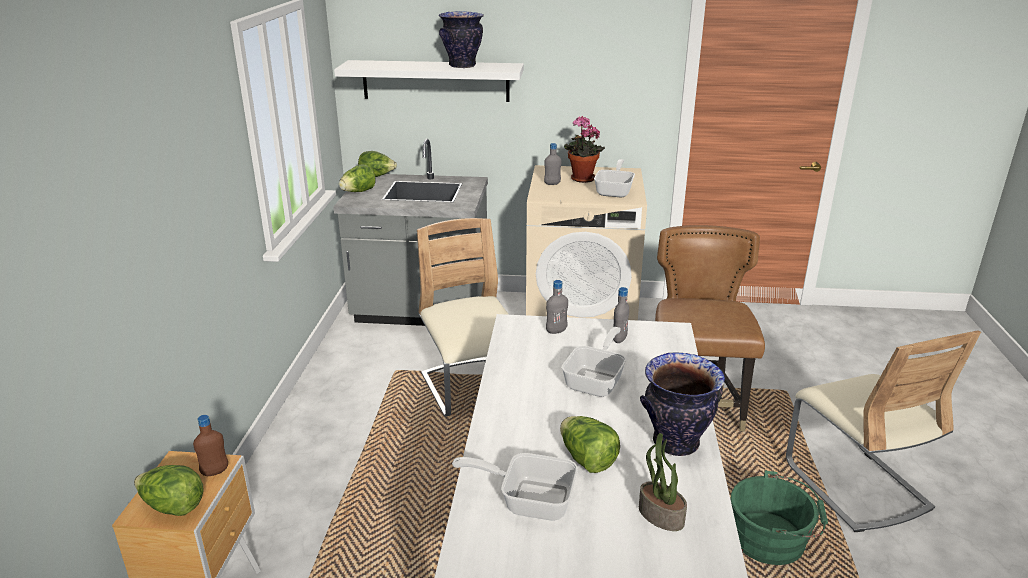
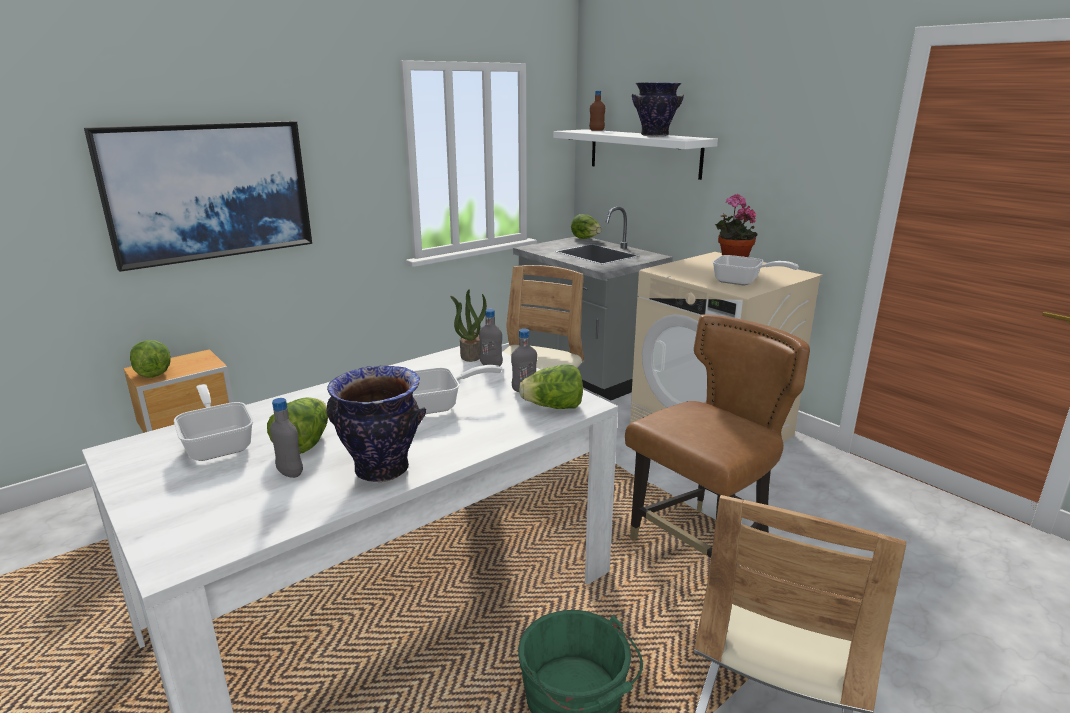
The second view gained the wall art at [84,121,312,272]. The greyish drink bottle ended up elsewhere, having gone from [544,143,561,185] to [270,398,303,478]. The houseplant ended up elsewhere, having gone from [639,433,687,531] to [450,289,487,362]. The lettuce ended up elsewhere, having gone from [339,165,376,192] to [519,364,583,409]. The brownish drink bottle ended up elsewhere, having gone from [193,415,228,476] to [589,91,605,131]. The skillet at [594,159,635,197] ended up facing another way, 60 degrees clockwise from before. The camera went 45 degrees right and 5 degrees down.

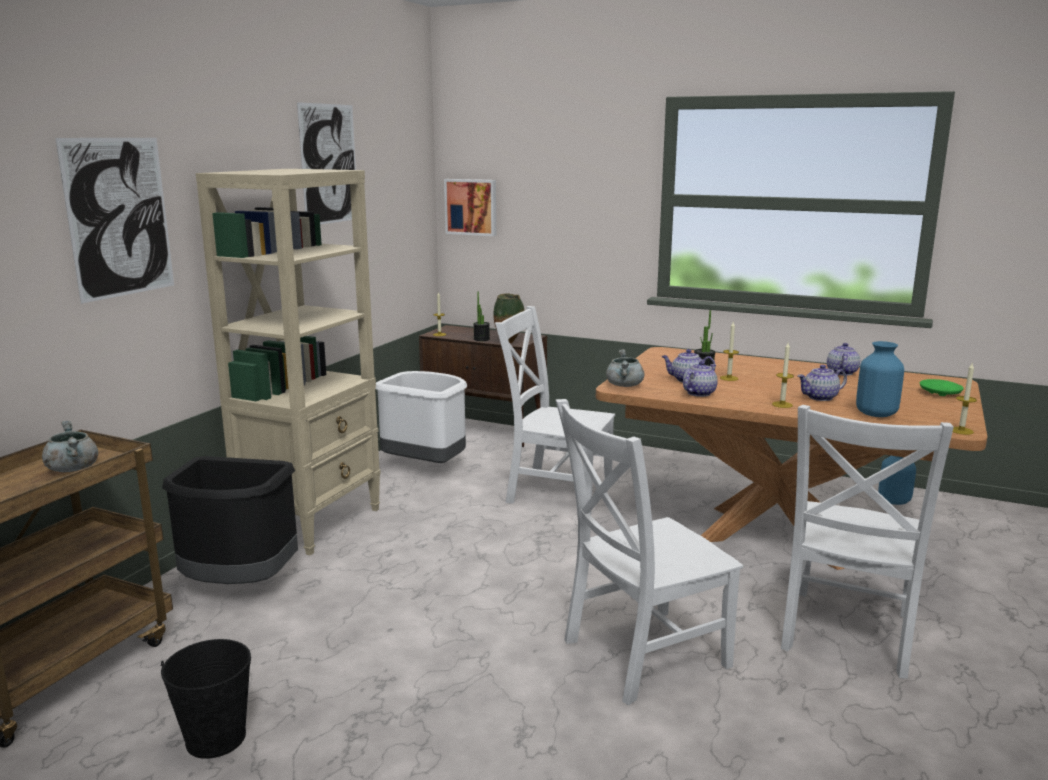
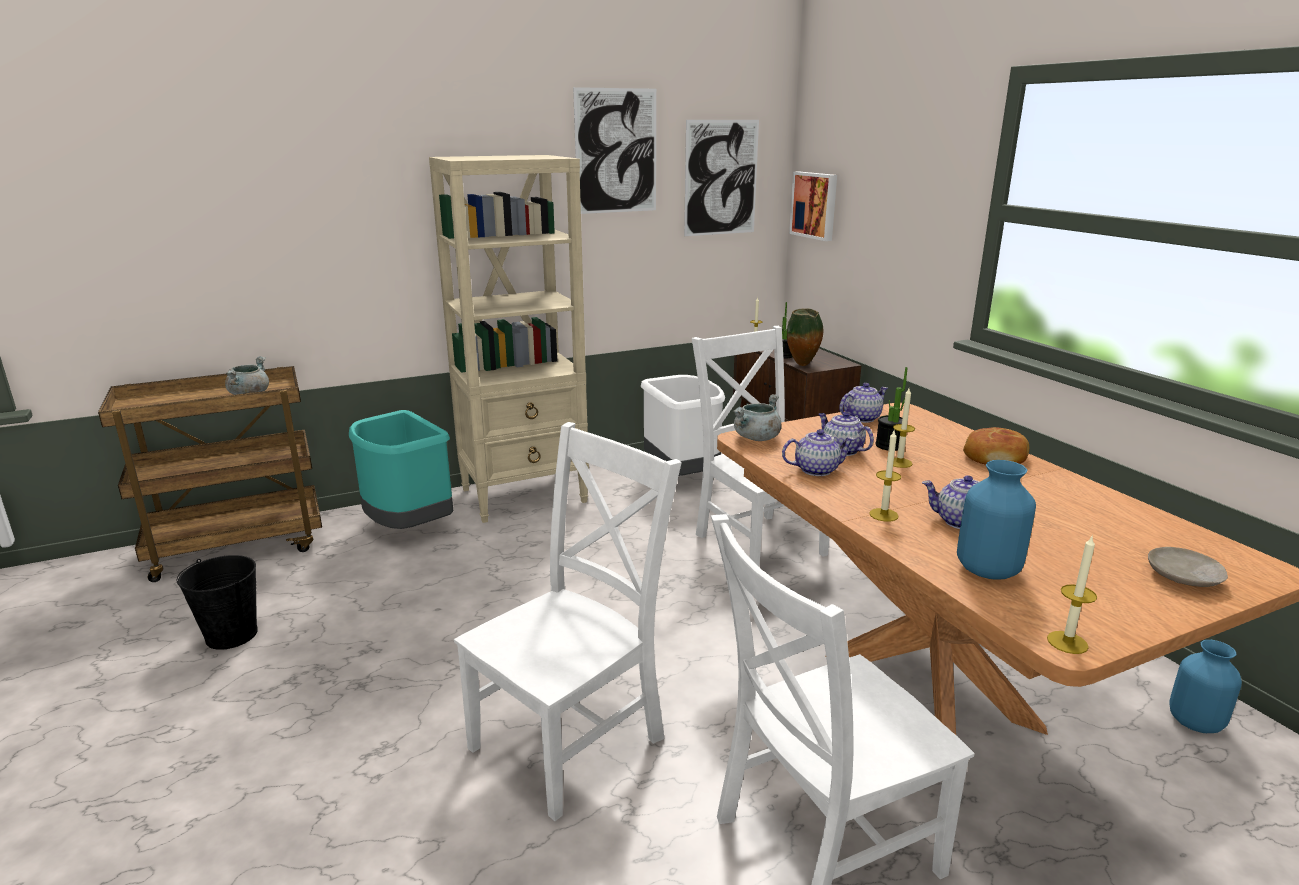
What was the blackish rubbish bin at [162,456,298,584] turned into the turquoise rubbish bin at [349,410,453,529]. The white plain chair at [556,399,743,705] ended up facing another way, 120 degrees clockwise from before. The wall art ended up elsewhere, having gone from [55,138,174,304] to [684,120,759,236]. The pot for tea ended up elsewhere, having gone from [827,343,860,375] to [839,383,888,423]. The second view gained the bread at [963,427,1029,464]. What was the greenish flat dish at [920,379,964,396] turned into the beige flat dish at [1148,547,1228,587]. The camera went 40 degrees right and 5 degrees up.

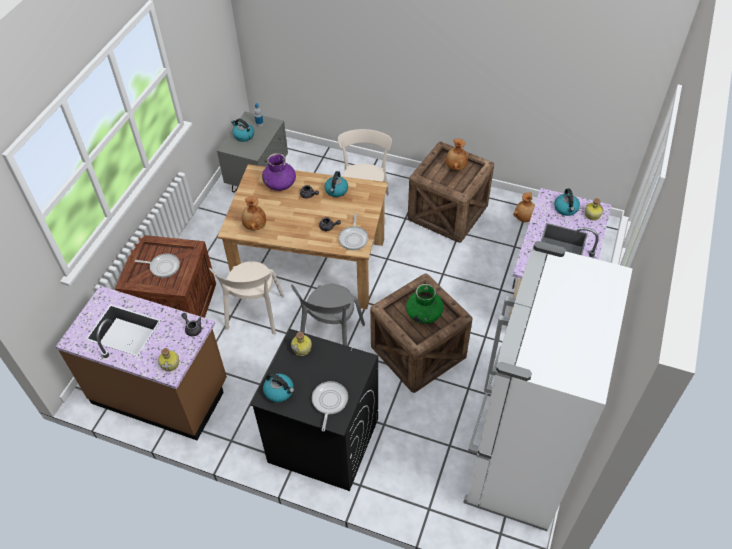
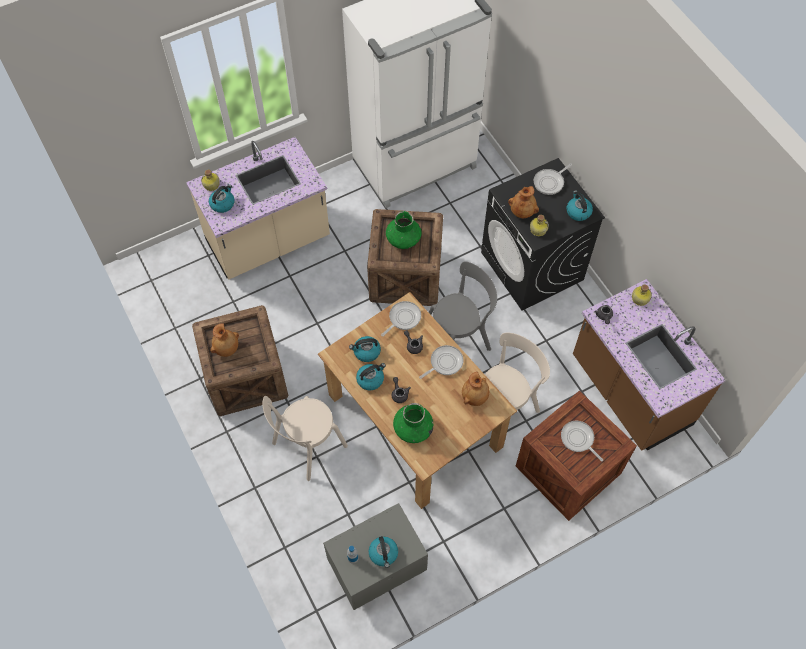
The second view gained the kettle at [349,336,381,362]. What was the purplish decorative vase at [262,153,296,191] turned into the greenish decorative vase at [393,403,433,443]. The second view gained the skillet at [419,345,463,379]. The brownish decorative vase ended up elsewhere, having gone from [513,192,535,222] to [508,186,539,218]. The camera went 140 degrees left and 10 degrees up.

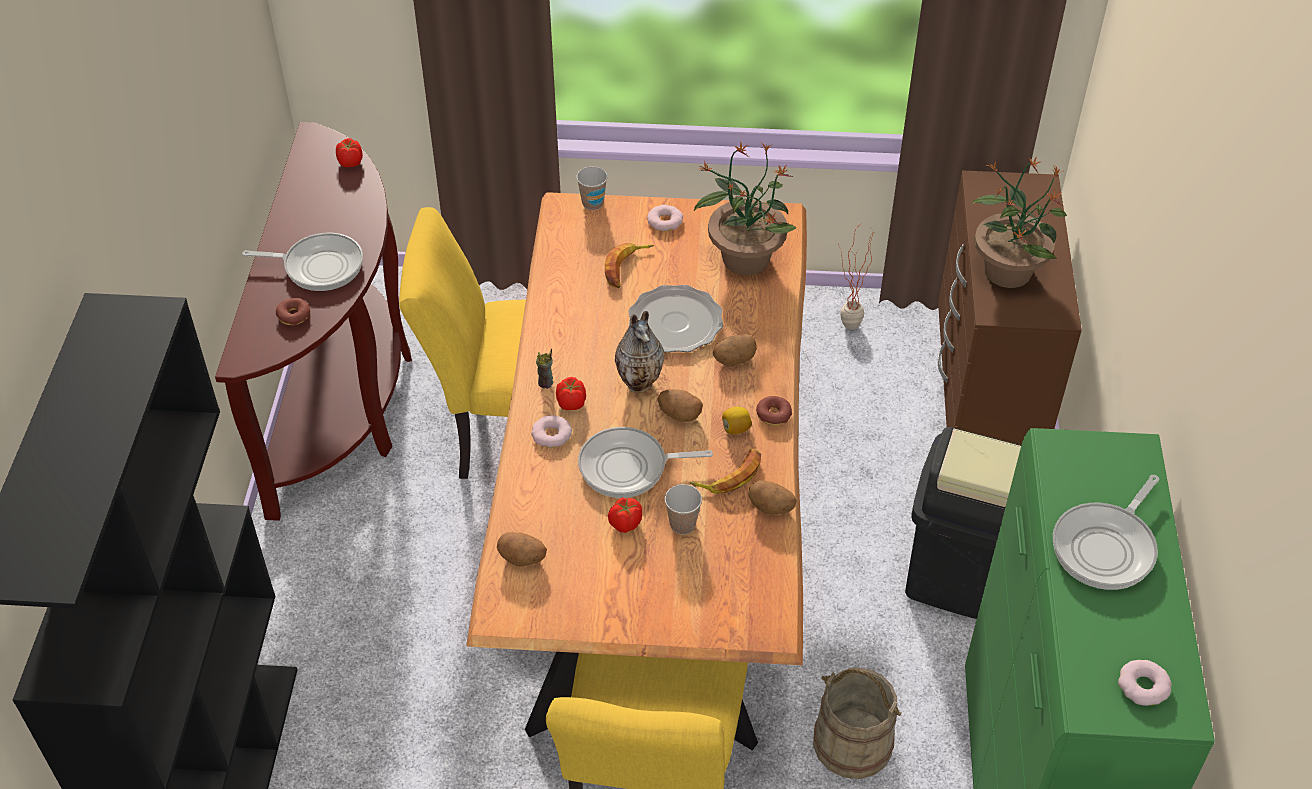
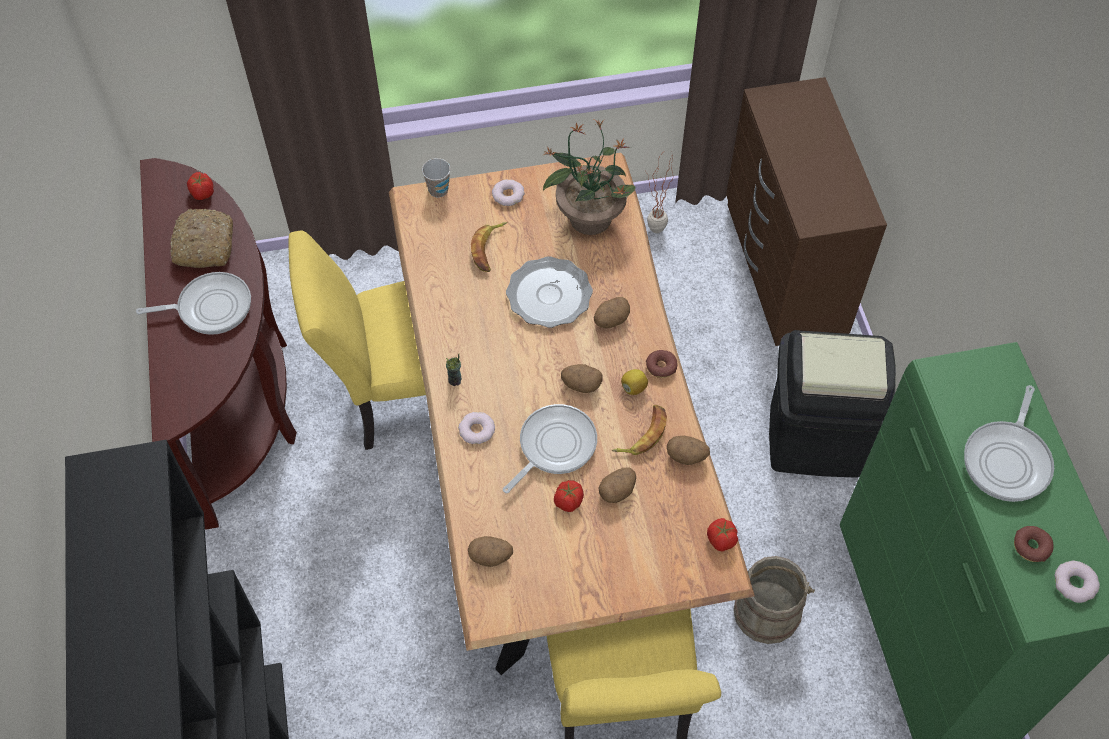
The second view gained the bread at [170,209,233,268]. The skillet at [578,427,713,498] ended up facing another way, 150 degrees clockwise from before. Where the small cup stood at [665,484,702,535], the spud came to stand at [599,467,636,503]. The fresh tomato ended up elsewhere, having gone from [556,377,586,410] to [707,518,738,552]. The ring doughnut ended up elsewhere, having gone from [276,298,310,326] to [1014,526,1054,562]. The second view lost the decorative vase at [615,311,664,393]. The second view lost the houseplant at [972,157,1067,288]. The camera went 15 degrees left and 10 degrees up.

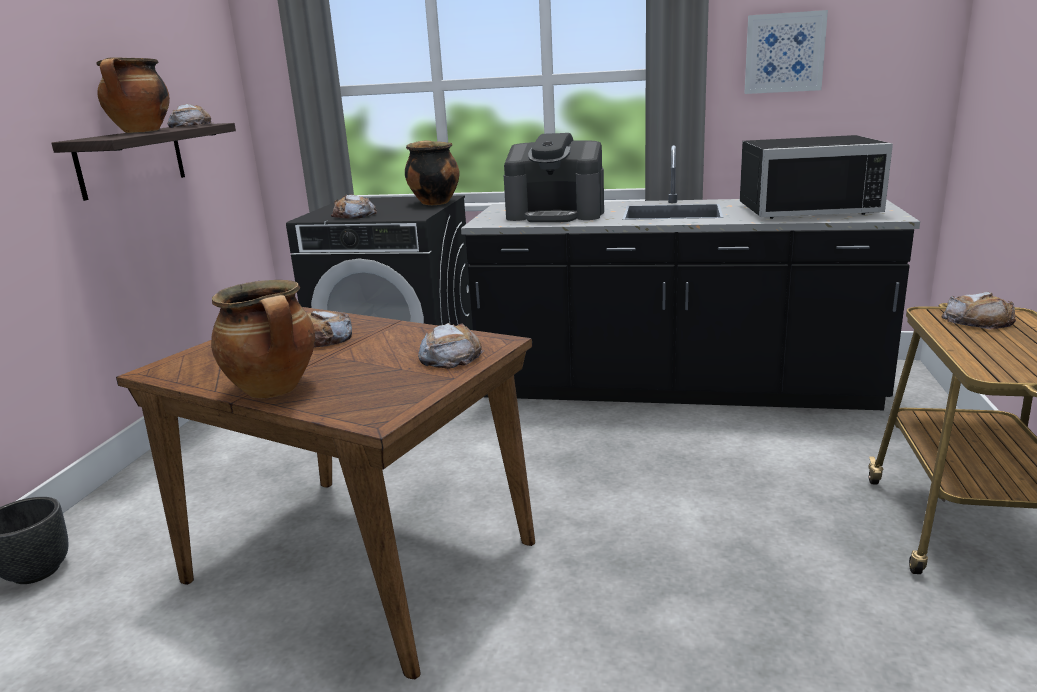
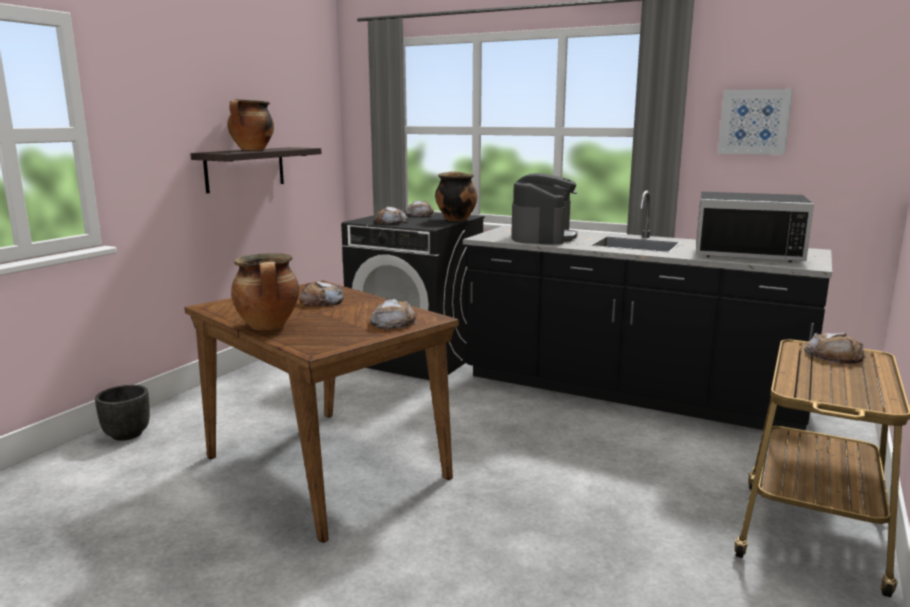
The bread ended up elsewhere, having gone from [167,104,213,128] to [405,200,434,217]. The coffee brewer at [504,133,604,222] ended up facing another way, 105 degrees counterclockwise from before. The camera went 15 degrees right and 5 degrees down.

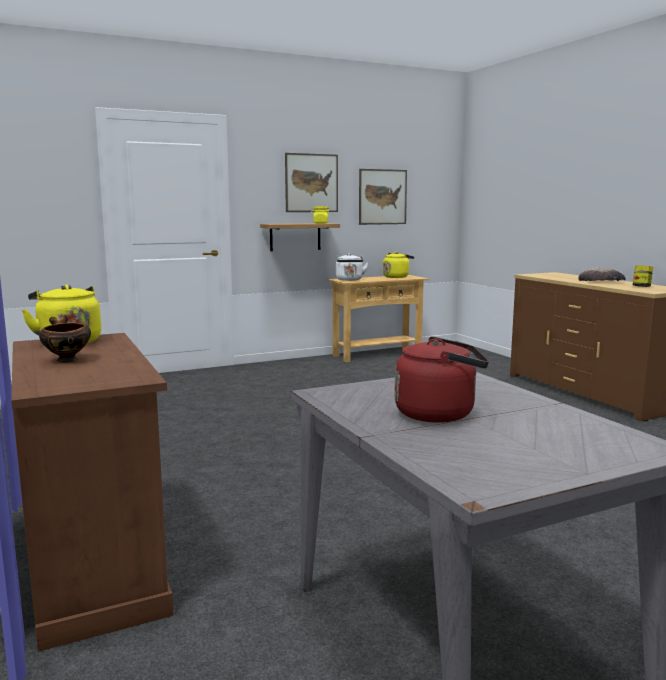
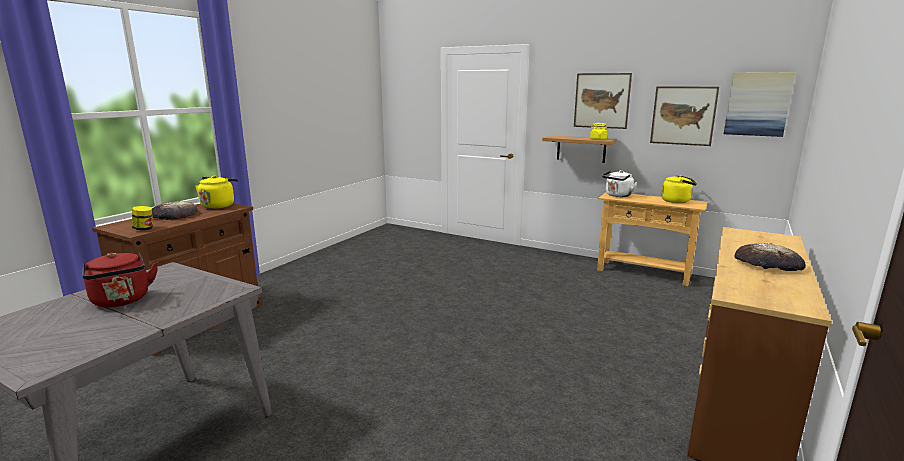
The jar ended up elsewhere, having gone from [633,265,653,287] to [132,206,152,230]. Where the bowl stood at [39,315,91,363], the bread came to stand at [152,201,198,220]. The second view gained the wall art at [724,72,795,137]. The camera went 55 degrees right and 5 degrees up.

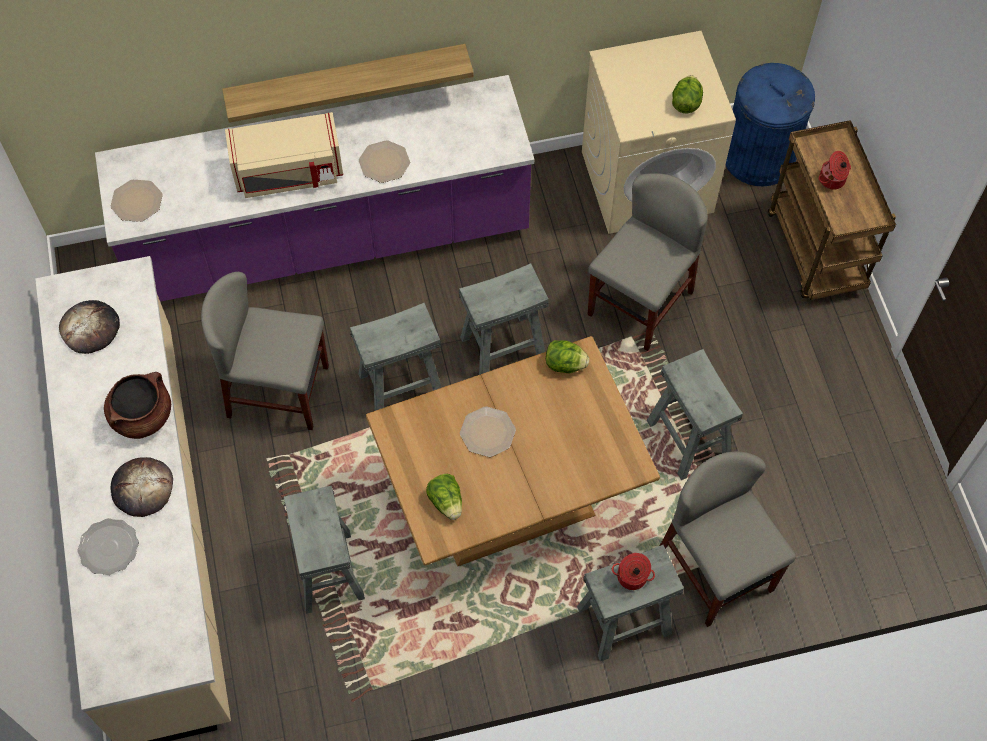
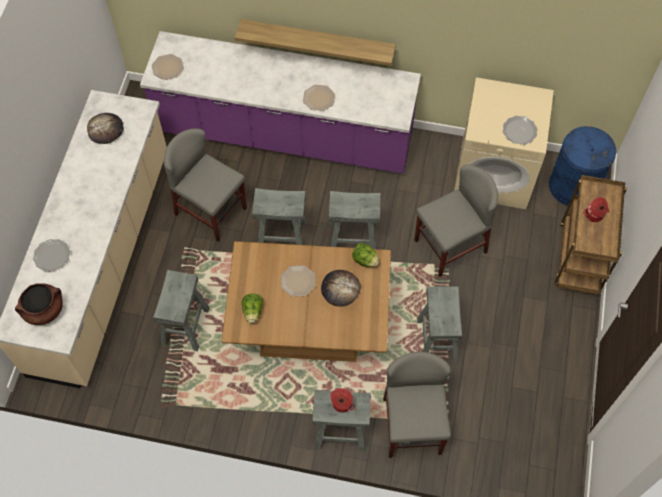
The brownish cooking pot ended up elsewhere, having gone from [104,372,171,439] to [15,283,63,325]. The bread ended up elsewhere, having gone from [111,457,173,517] to [321,270,361,306]. Where the lettuce stood at [672,75,703,114], the flat dish came to stand at [503,116,537,145]. The second view lost the beige microwave at [225,112,343,198]. The camera went 25 degrees right and 0 degrees up.

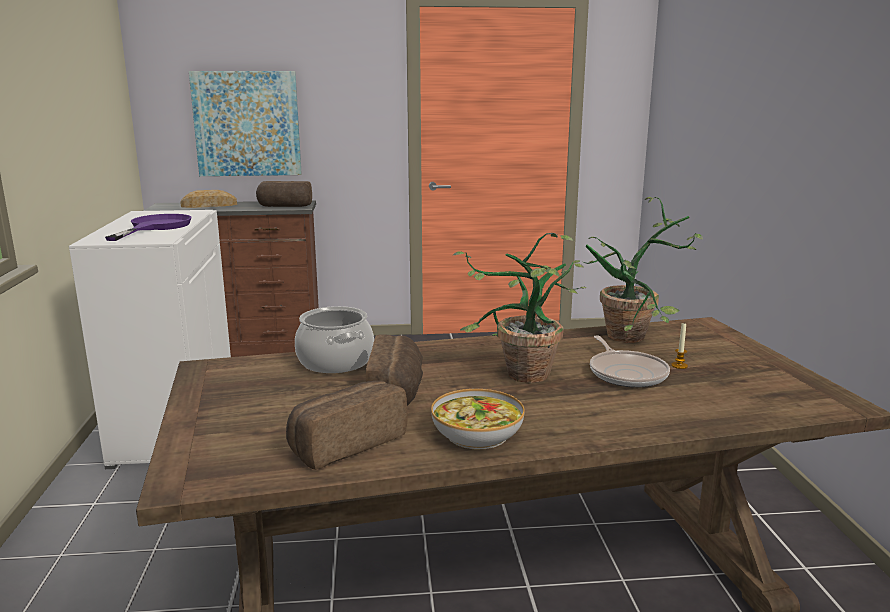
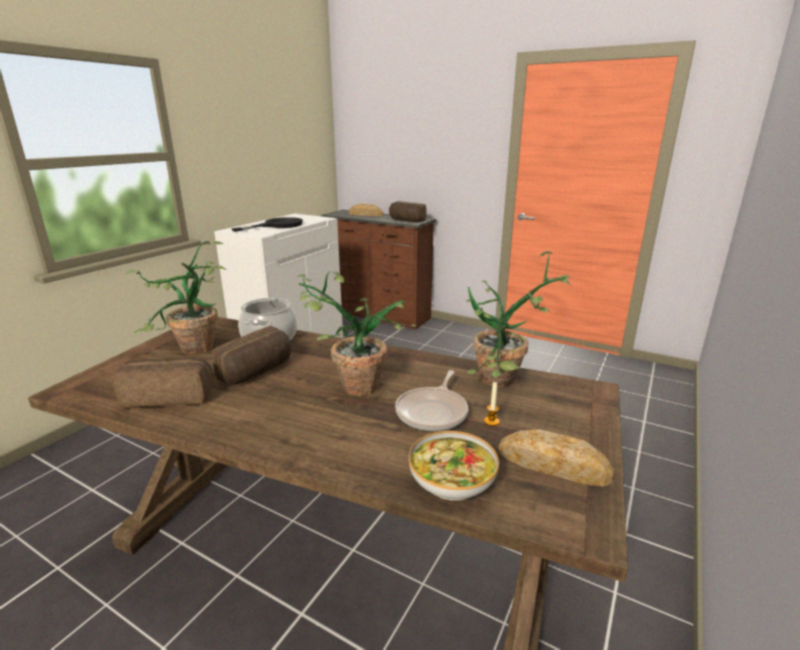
The second view gained the houseplant at [125,241,226,354]. What was the purplish skillet at [105,214,192,241] turned into the blackish skillet at [231,217,303,232]. The bowl ended up elsewhere, having gone from [431,389,525,449] to [409,431,499,501]. The second view gained the bread at [498,429,614,487]. The second view lost the wall art at [189,71,302,176]. The camera went 35 degrees right and 5 degrees up.

